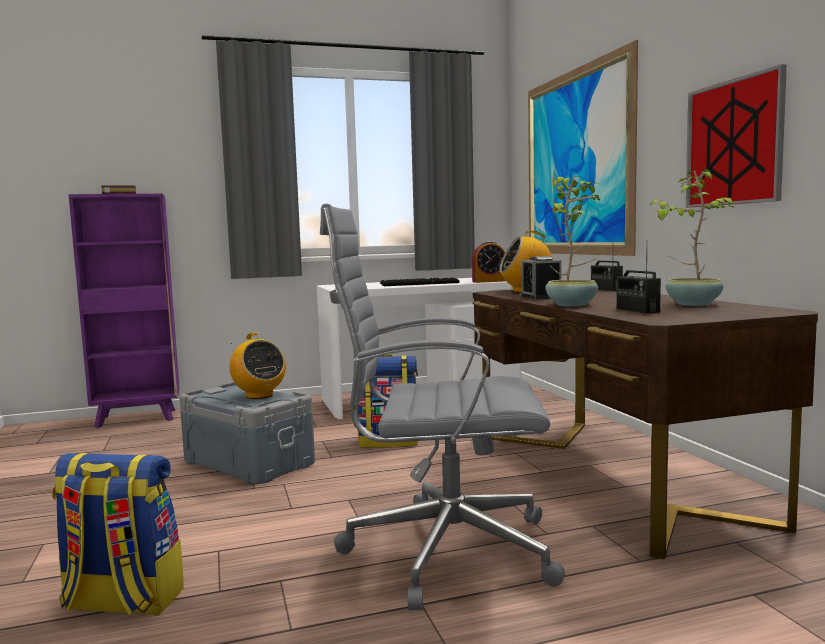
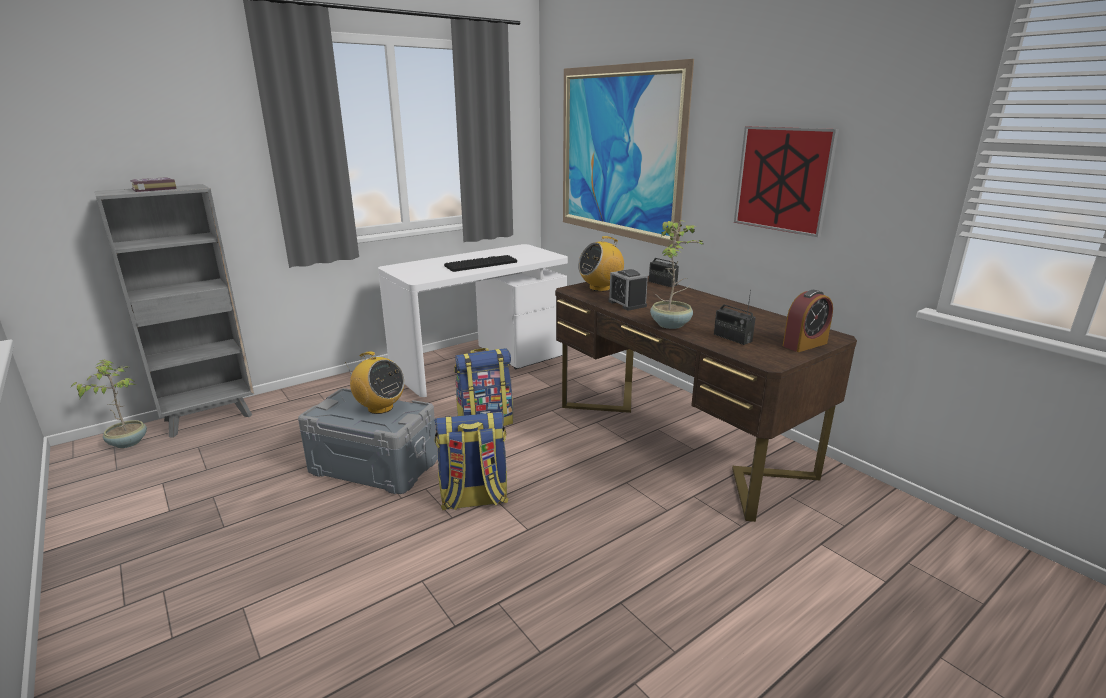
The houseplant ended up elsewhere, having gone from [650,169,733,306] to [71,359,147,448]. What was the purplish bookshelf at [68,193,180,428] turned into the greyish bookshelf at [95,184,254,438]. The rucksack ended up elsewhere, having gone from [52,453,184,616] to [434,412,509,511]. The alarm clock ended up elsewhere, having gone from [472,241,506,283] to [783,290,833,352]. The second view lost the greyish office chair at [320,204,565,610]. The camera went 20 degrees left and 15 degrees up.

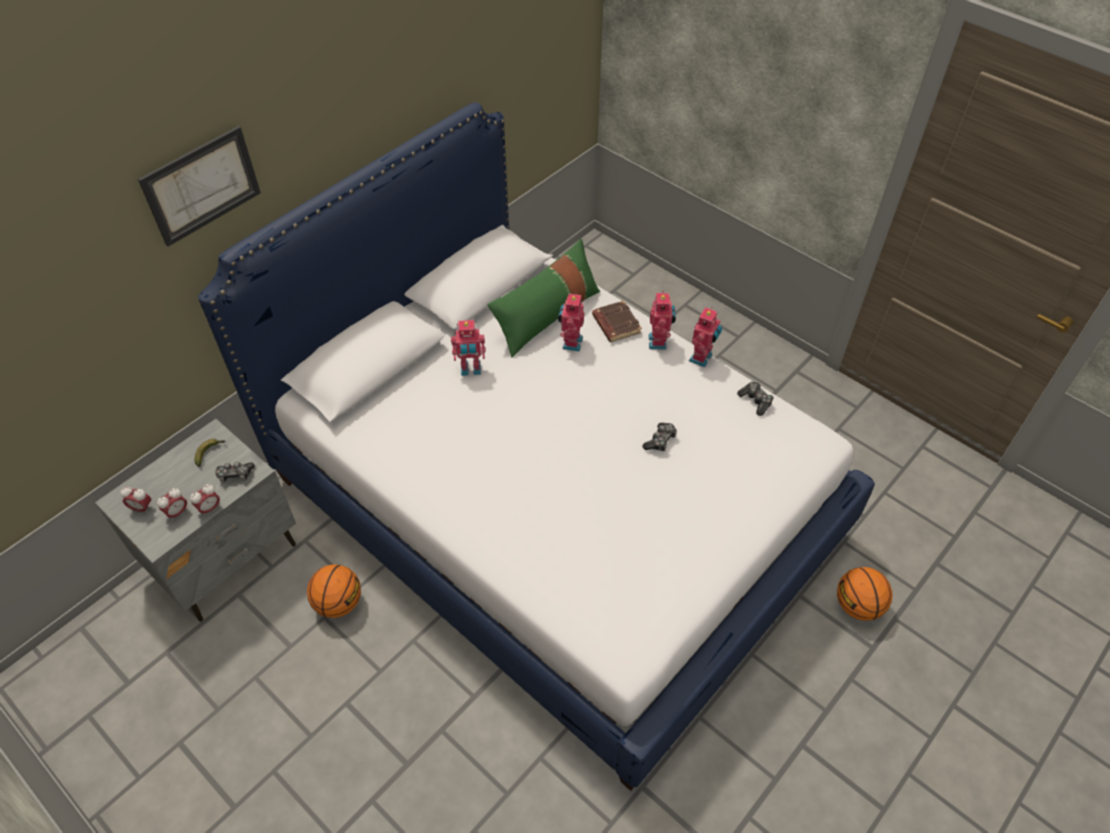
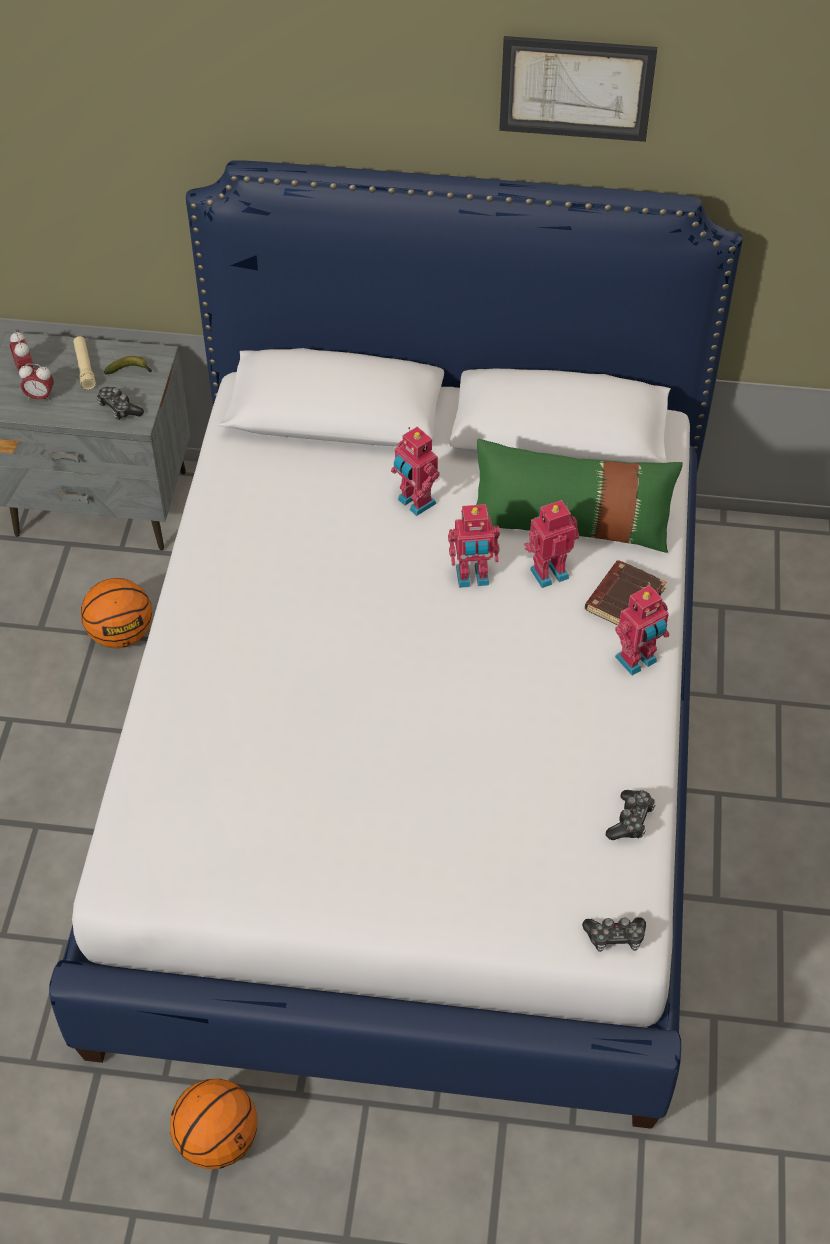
The second view gained the beige flashlight at [73,336,96,390]. The basketball ended up elsewhere, having gone from [837,567,893,621] to [170,1078,257,1169]. The model robot ended up elsewhere, having gone from [689,307,722,367] to [448,504,500,588]. The wall art ended up elsewhere, having gone from [138,126,261,247] to [499,36,657,142]. The gamepad ended up elsewhere, having gone from [642,423,677,451] to [582,917,646,952]. The second view lost the alarm clock at [190,484,220,516]. The camera went 55 degrees right and 0 degrees up.

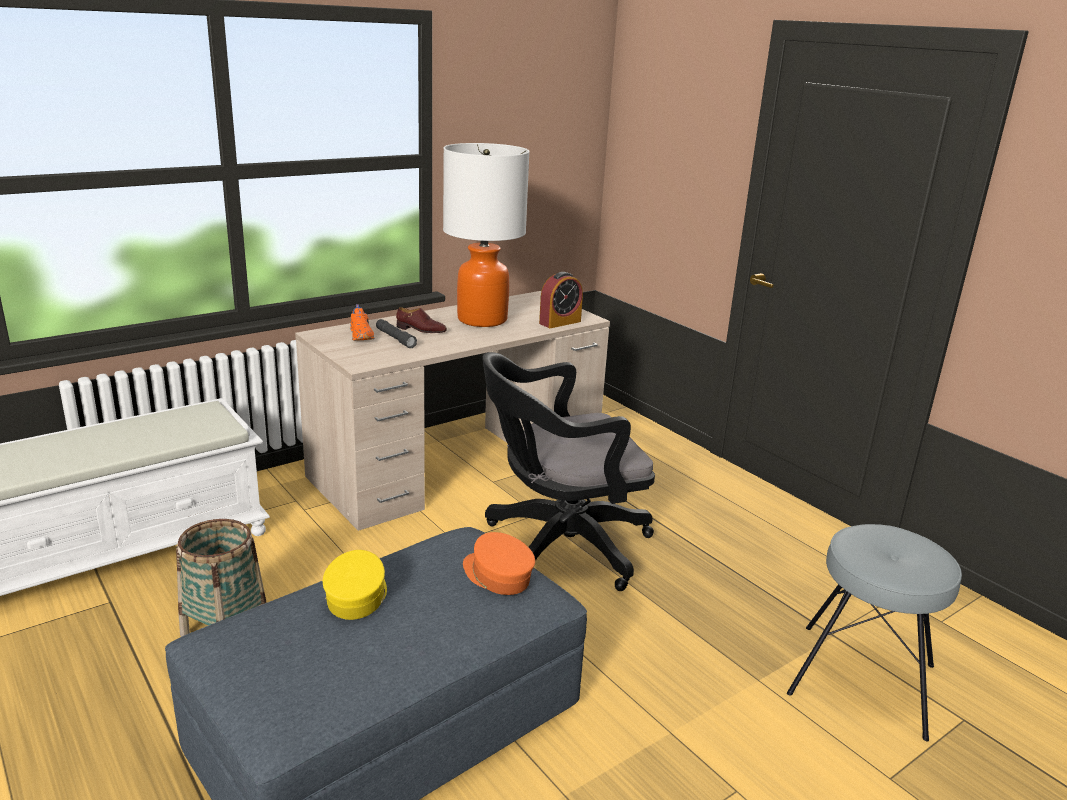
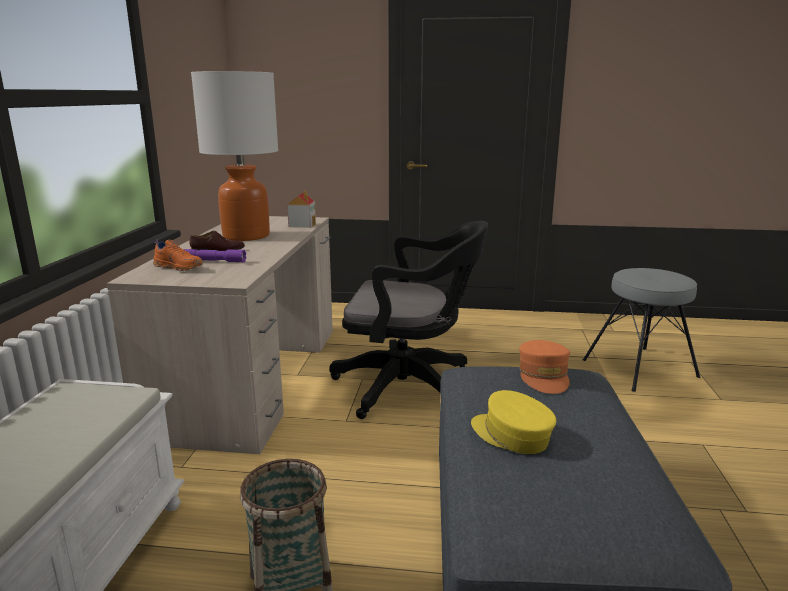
What was the greyish flashlight at [376,319,417,348] turned into the purplish flashlight at [184,249,246,263]. Where the alarm clock stood at [539,272,583,328], the toy house came to stand at [287,190,316,228]. The blackish office chair at [482,352,655,591] ended up facing another way, 105 degrees counterclockwise from before. The orange peaked cap at [463,532,535,595] ended up facing another way, 90 degrees counterclockwise from before. The camera went 45 degrees left and 5 degrees down.

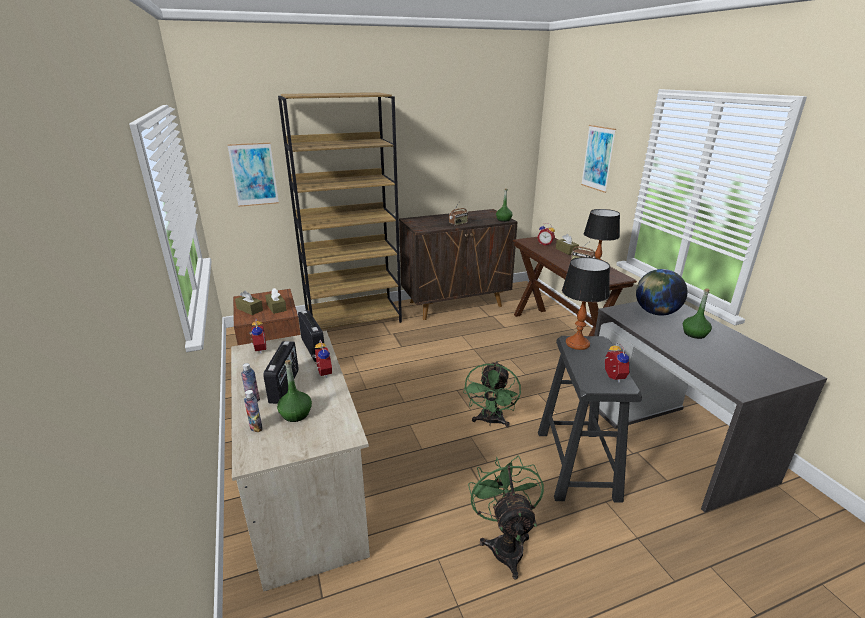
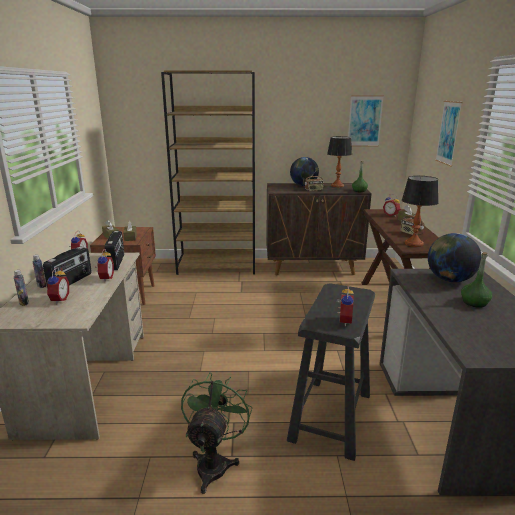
Where the greenish drink bottle stood at [277,360,312,422], the alarm clock came to stand at [47,268,69,304]. The second view gained the desk globe at [290,157,319,186]. The tabletop lamp ended up elsewhere, having gone from [562,257,610,350] to [327,136,352,187]. The wall art ended up elsewhere, having gone from [227,142,279,207] to [348,95,384,146]. The second view lost the greenish cooling fan at [463,361,521,427]. The camera went 20 degrees right and 5 degrees down.

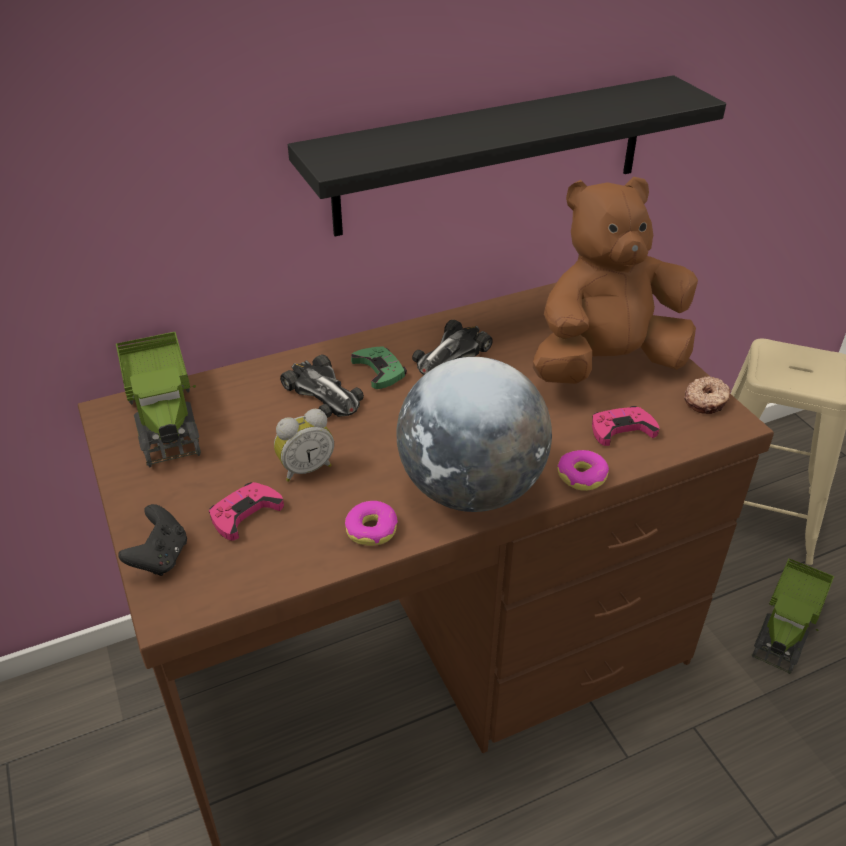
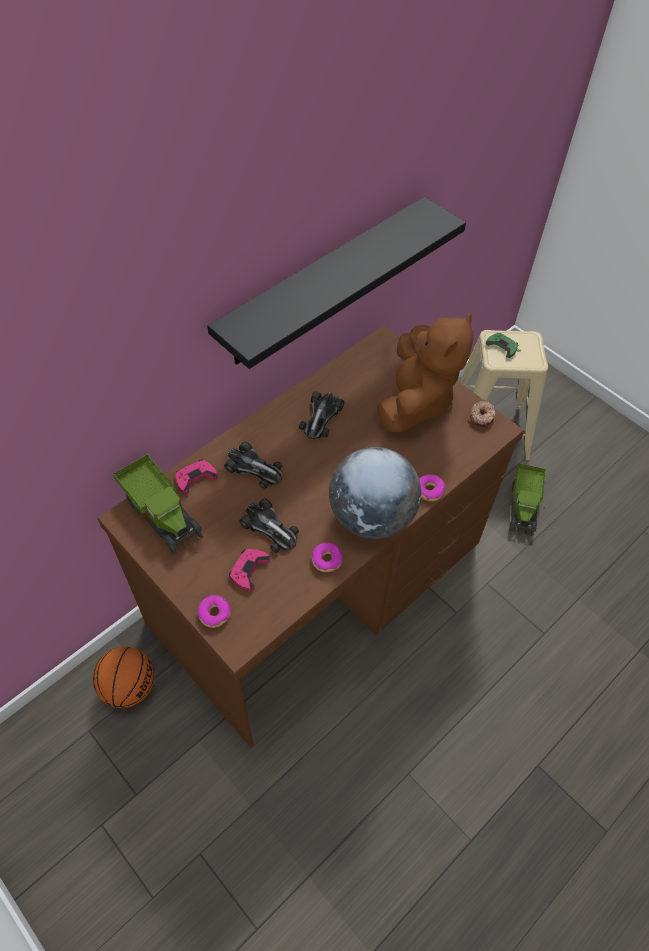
The second view gained the basketball at [93,646,155,708]. The pink-coloured gamepad ended up elsewhere, having gone from [592,406,659,446] to [176,460,218,494]. Where the blackish gamepad stood at [118,504,187,576], the ring doughnut came to stand at [198,595,231,628]. Where the alarm clock stood at [274,409,334,482], the model car came to stand at [239,499,299,553]. The brownish soft toy at [533,177,698,384] ended up facing another way, 150 degrees clockwise from before. The greenish gamepad ended up elsewhere, having gone from [351,346,407,389] to [486,333,518,358]. The camera went 20 degrees left and 15 degrees up.

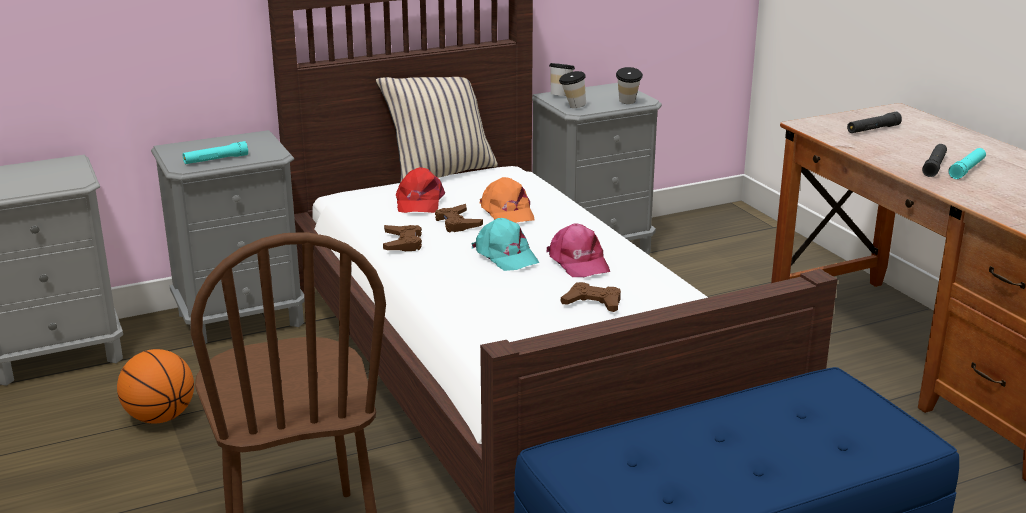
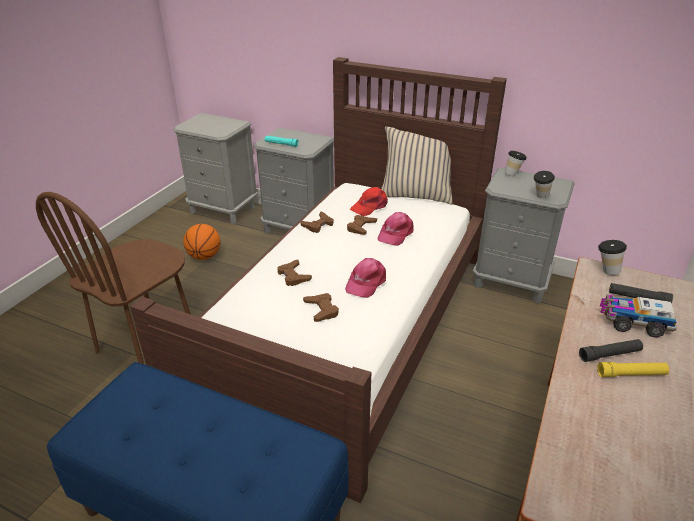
The second view gained the brownish gamepad at [277,260,312,286]. What was the orange peaked cap at [479,177,534,223] turned into the pink-coloured peaked cap at [377,212,414,246]. What was the turquoise flashlight at [948,148,986,179] turned into the yellow flashlight at [597,362,669,377]. The small cup ended up elsewhere, having gone from [559,71,586,108] to [598,240,627,275]. The second view gained the toy lorry at [600,294,677,338]. The second view lost the turquoise peaked cap at [471,218,539,271]. The camera went 50 degrees right and 10 degrees up.

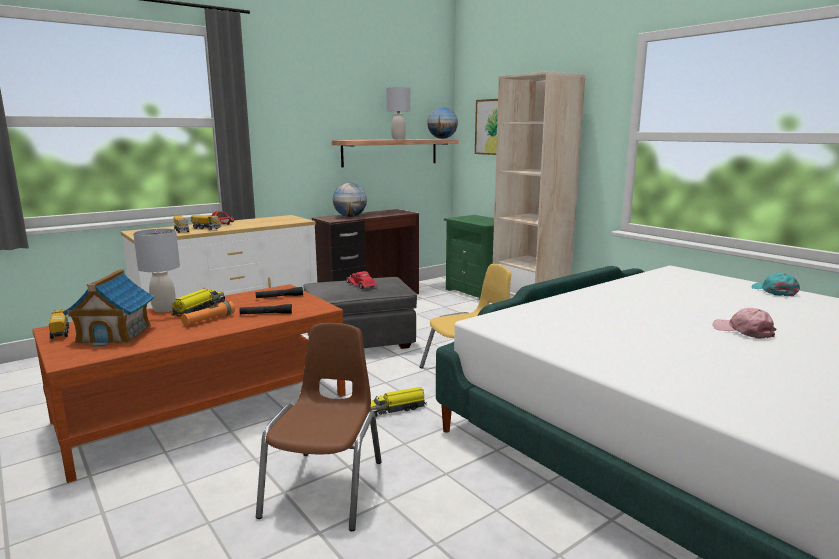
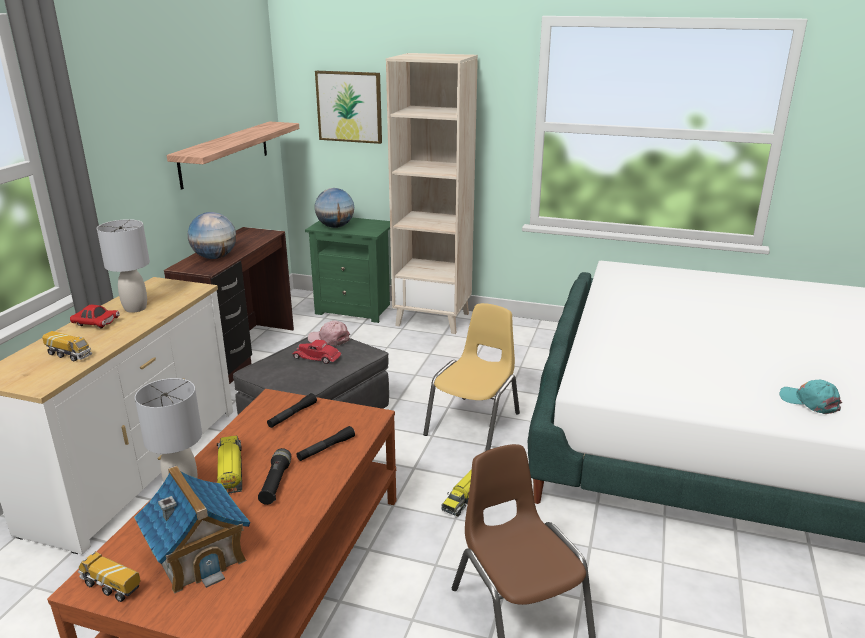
The greyish tabletop lamp ended up elsewhere, having gone from [386,87,410,140] to [97,219,150,313]. What was the orange flashlight at [181,301,235,326] turned into the blackish flashlight at [258,448,291,505]. The pink-coloured peaked cap ended up elsewhere, having gone from [713,308,777,339] to [308,321,350,346]. The desk globe ended up elsewhere, having gone from [427,107,458,139] to [315,188,354,228]. The turquoise peaked cap ended up elsewhere, having gone from [752,273,800,296] to [780,380,842,414]. The second view lost the toy lorry at [191,215,221,230]. The camera went 35 degrees left and 10 degrees up.

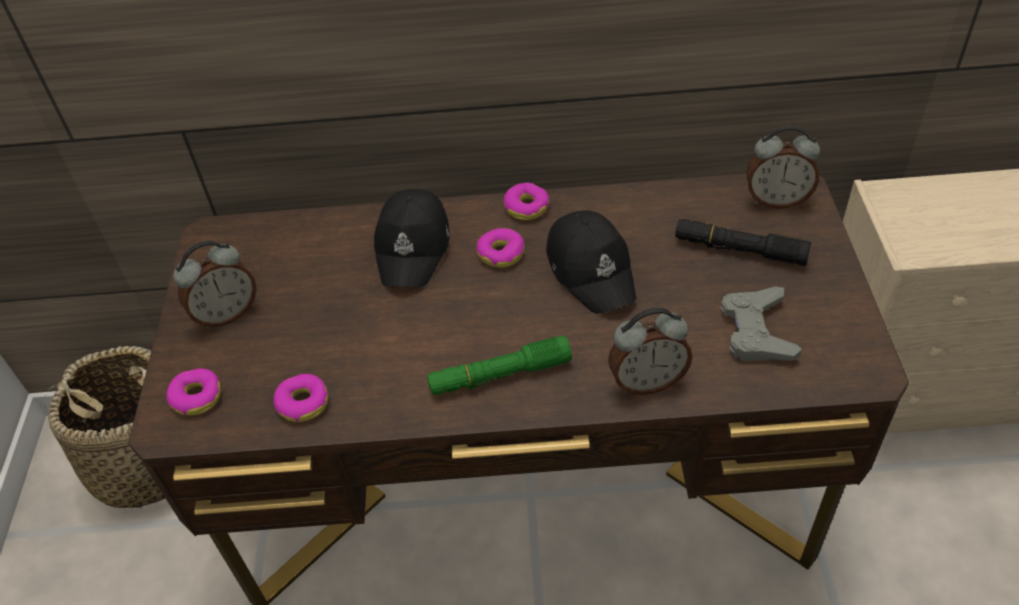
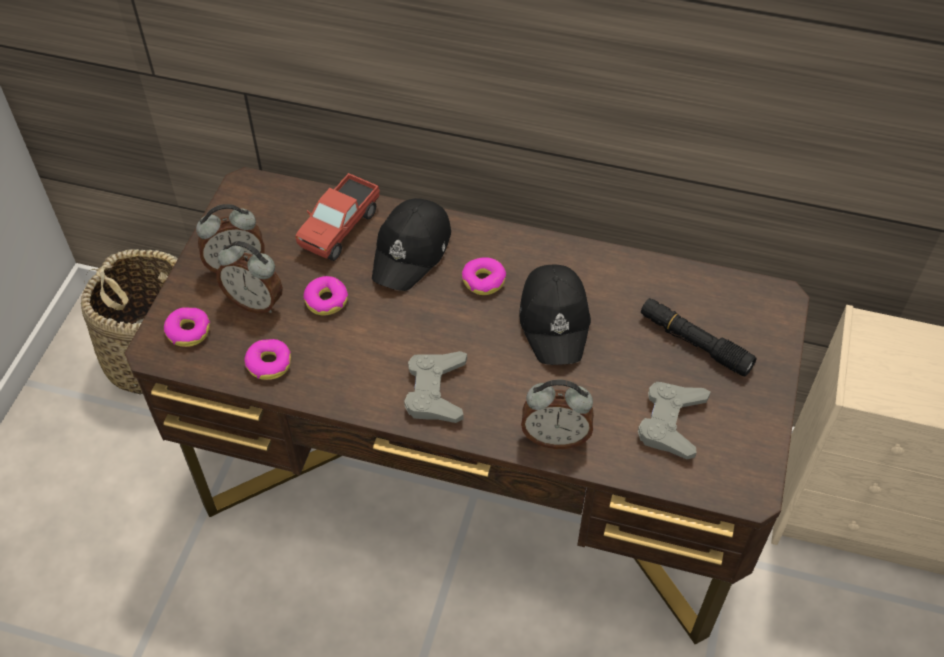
The alarm clock ended up elsewhere, having gone from [747,126,820,209] to [217,241,283,313]. The second view gained the toy lorry at [295,173,380,261]. The ring doughnut ended up elsewhere, having gone from [504,183,549,220] to [303,276,348,316]. Where the greenish flashlight stood at [427,336,572,395], the greyish gamepad came to stand at [404,351,467,423]. The camera went 15 degrees right and 5 degrees up.

